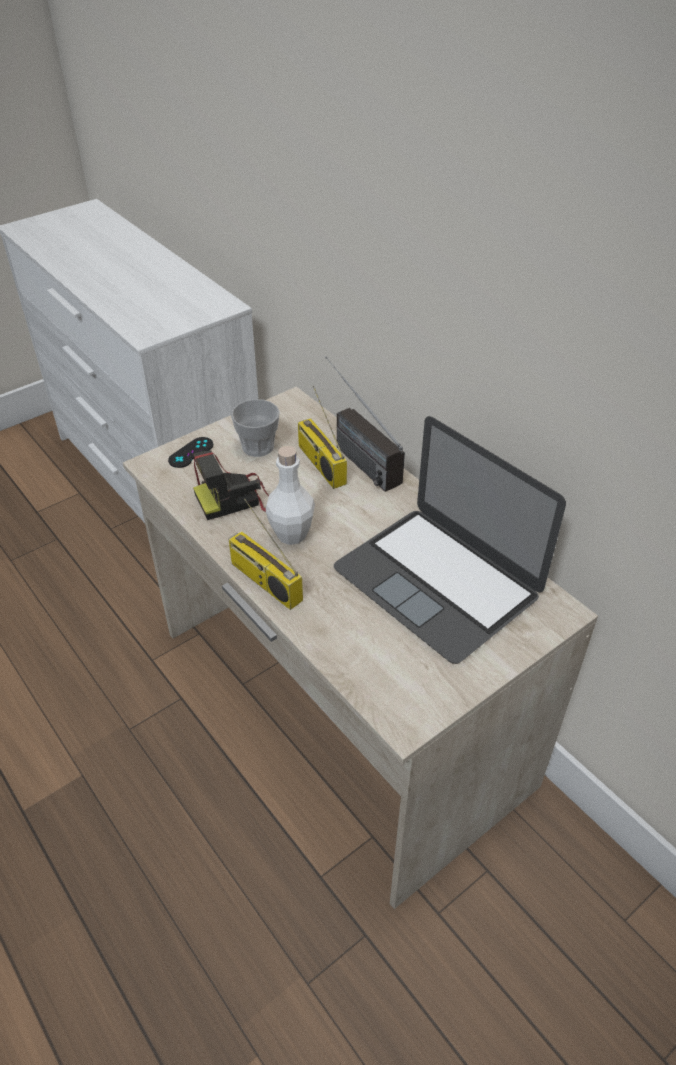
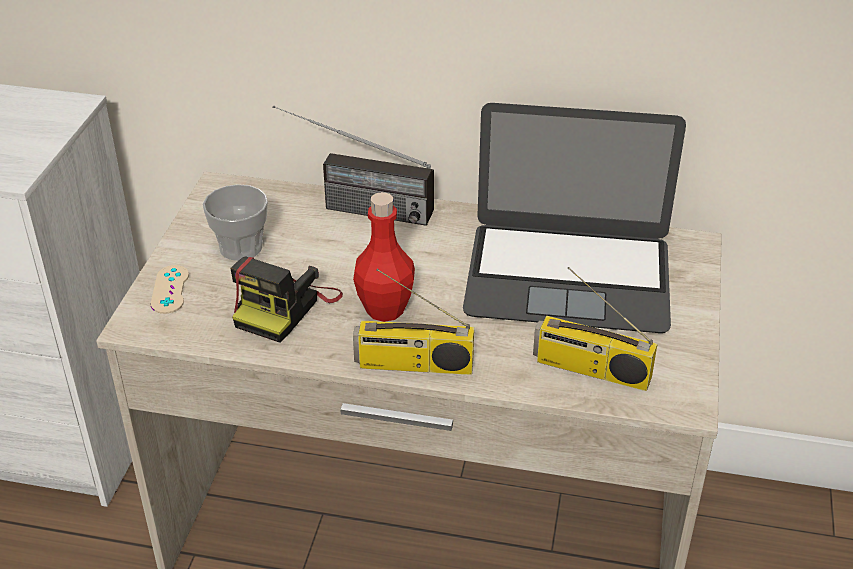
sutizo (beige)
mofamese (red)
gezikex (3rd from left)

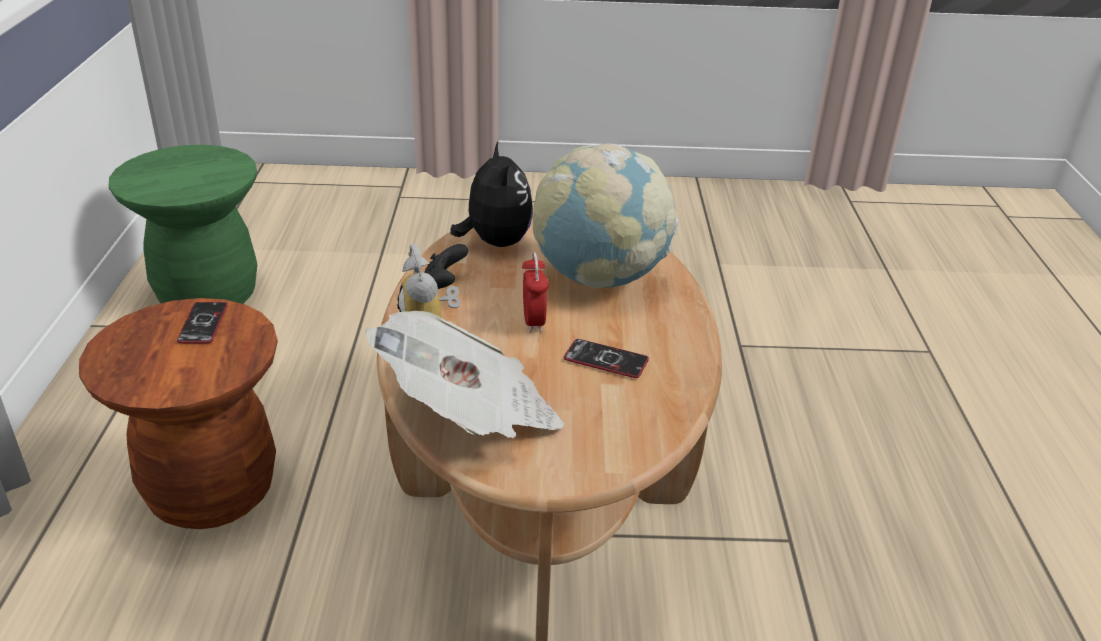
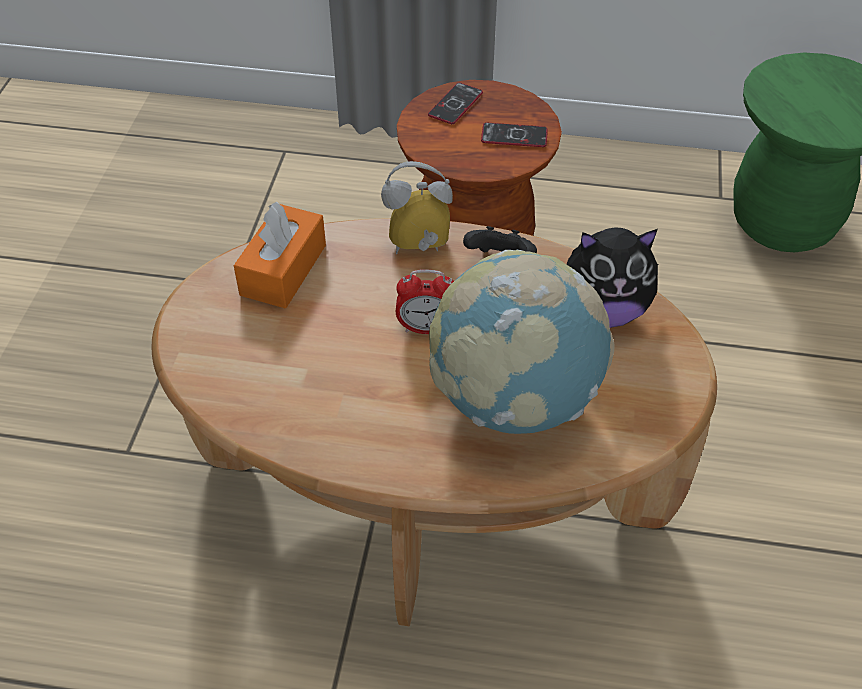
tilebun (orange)
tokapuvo (1st from left)

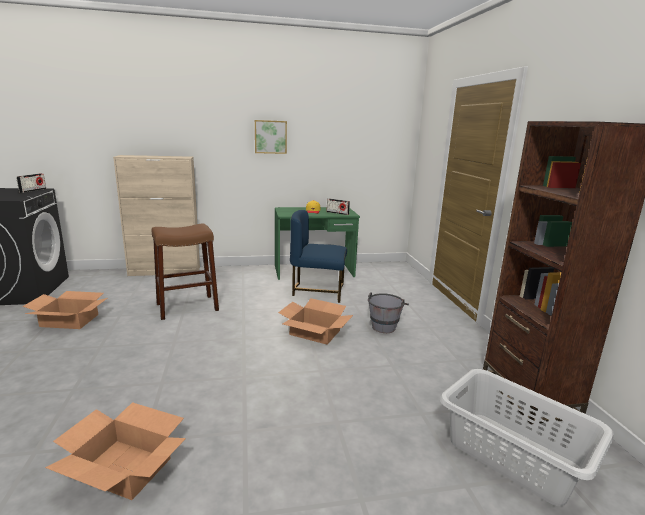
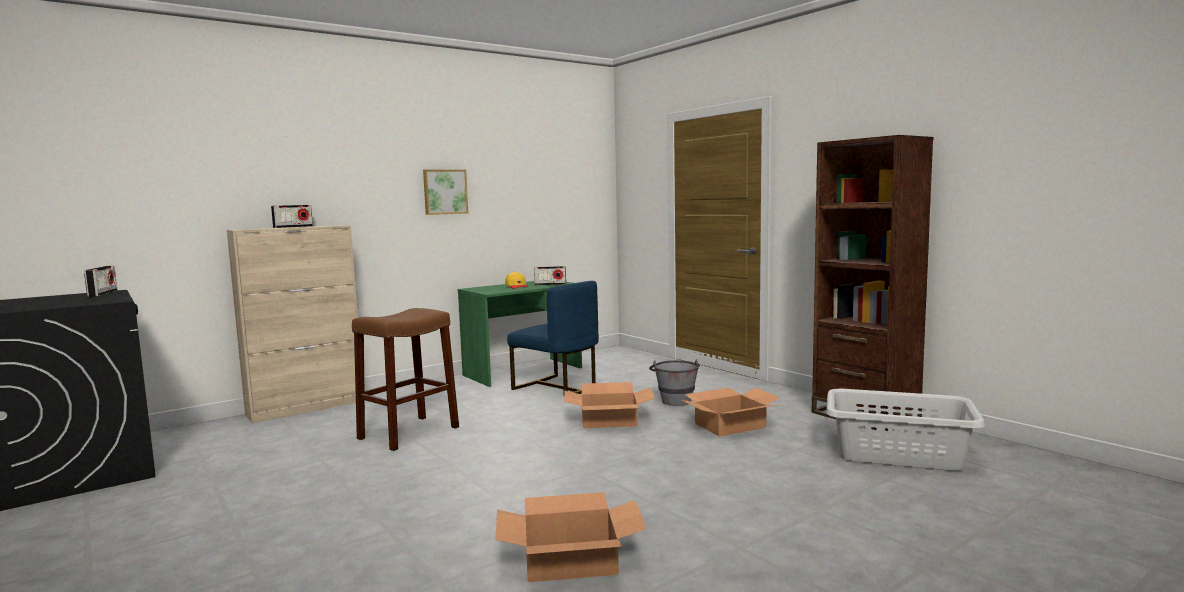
gezikex (2nd from left)
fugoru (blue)
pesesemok (3rd from left)

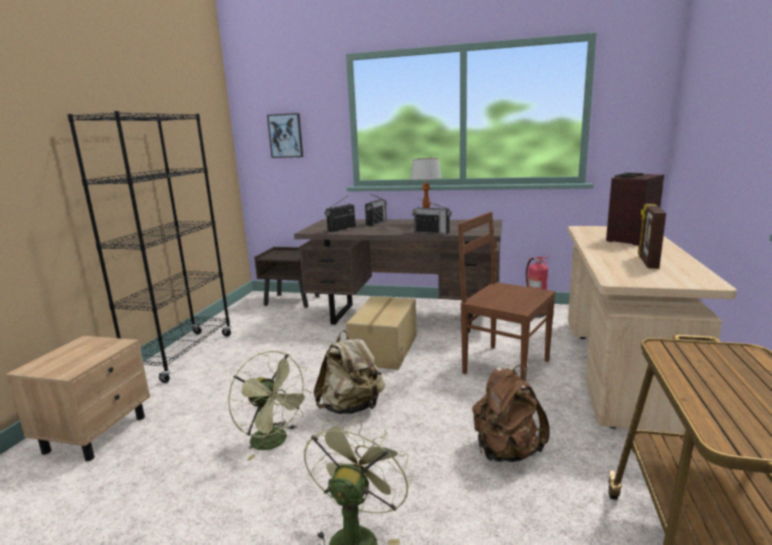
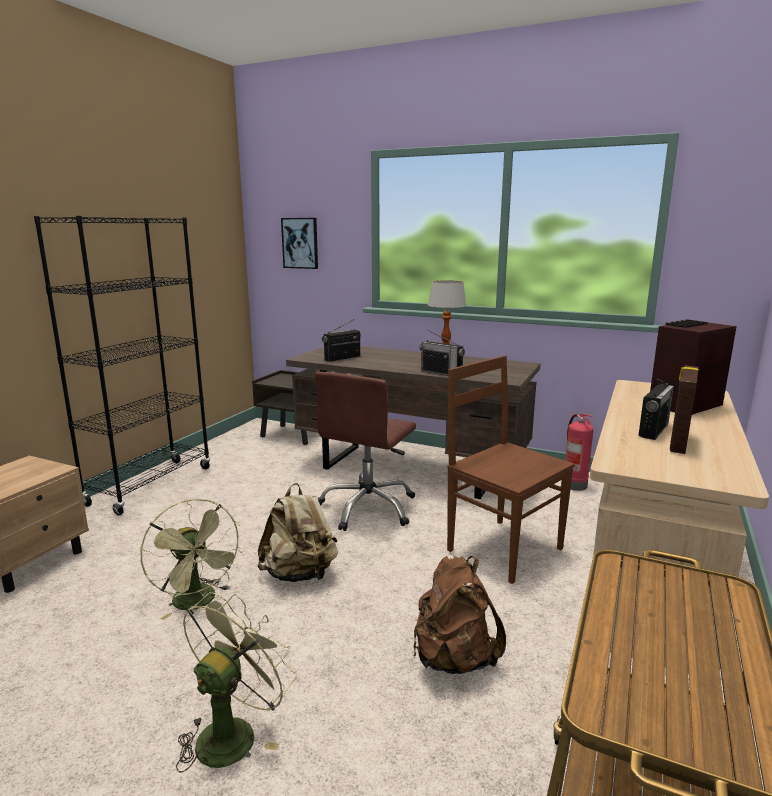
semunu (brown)
gezikex (3rd from left)

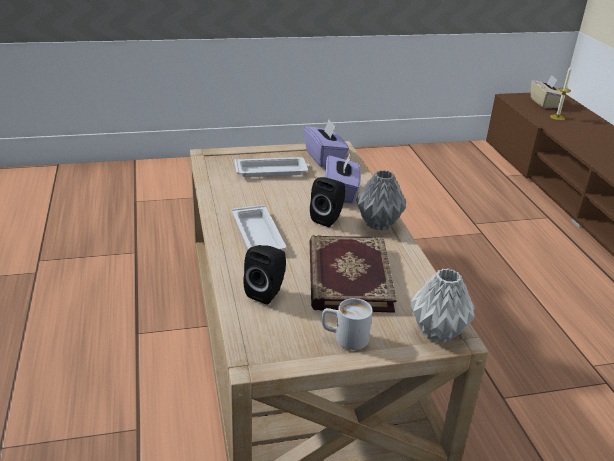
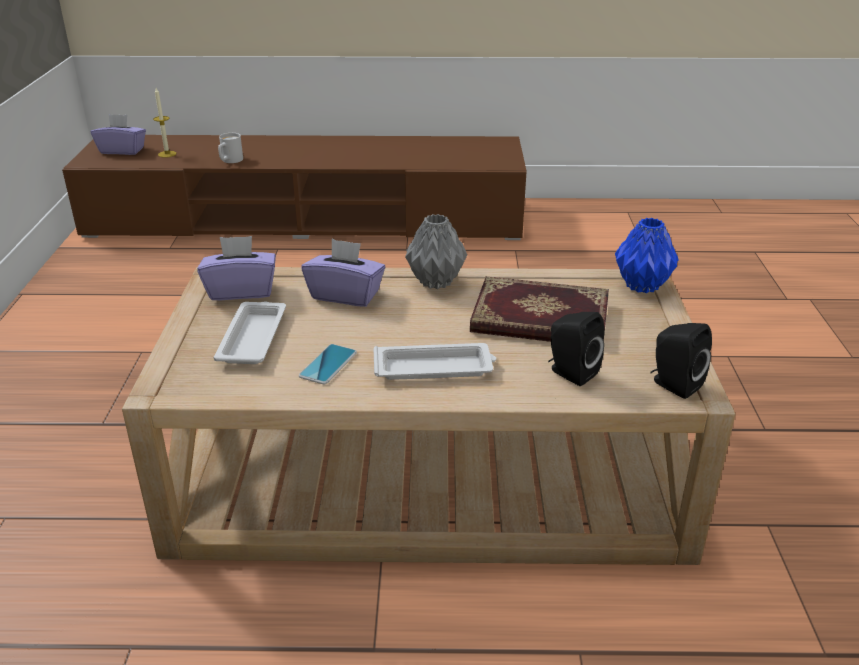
tilebun (purple) (1st from left)
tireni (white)
tokapuvo
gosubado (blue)
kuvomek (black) (2nd from left)

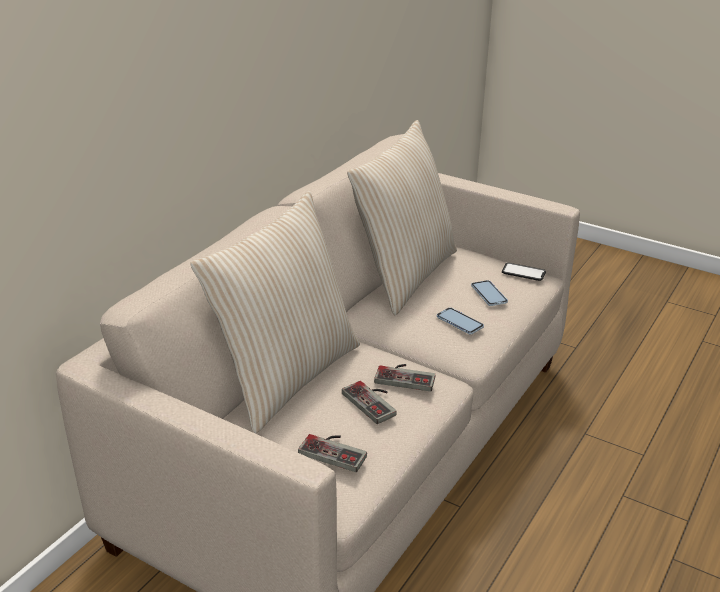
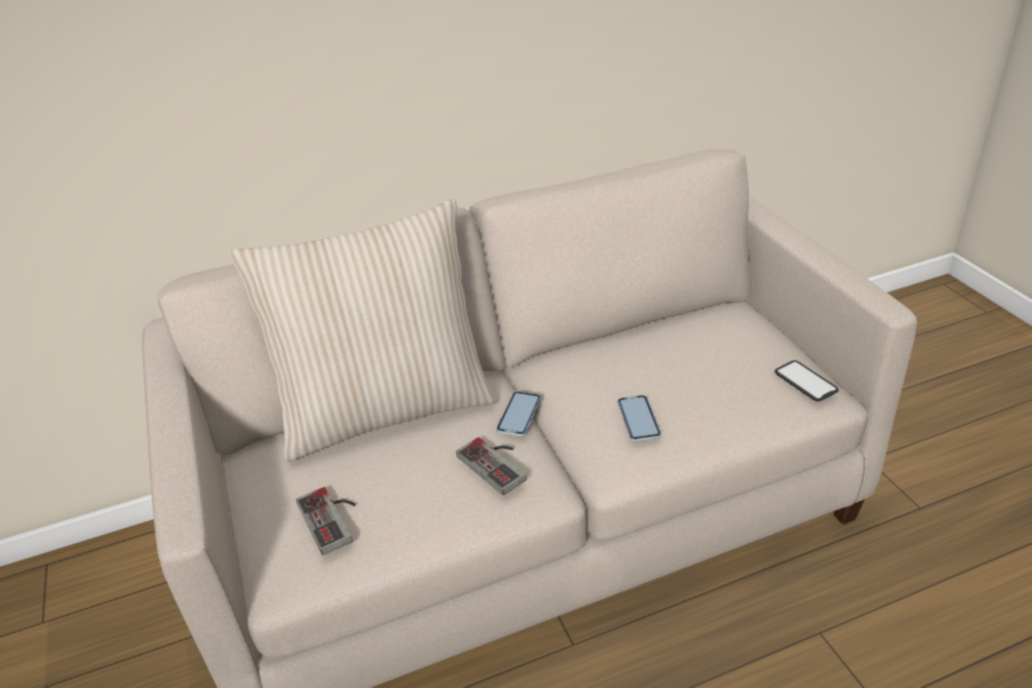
tokapuvo (1st from left)
sutizo (2nd from left in the first image)
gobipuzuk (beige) (2nd from left in the first image)

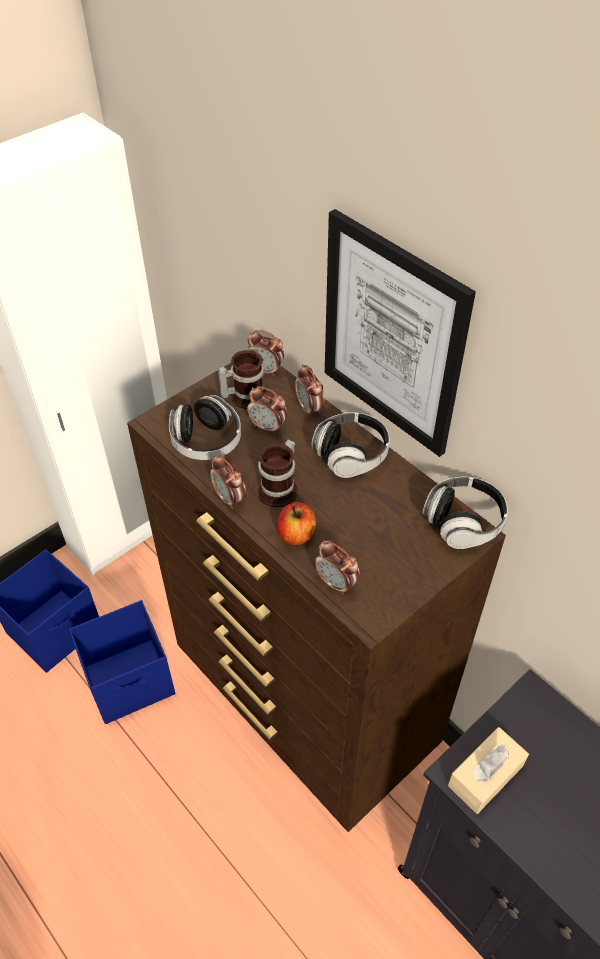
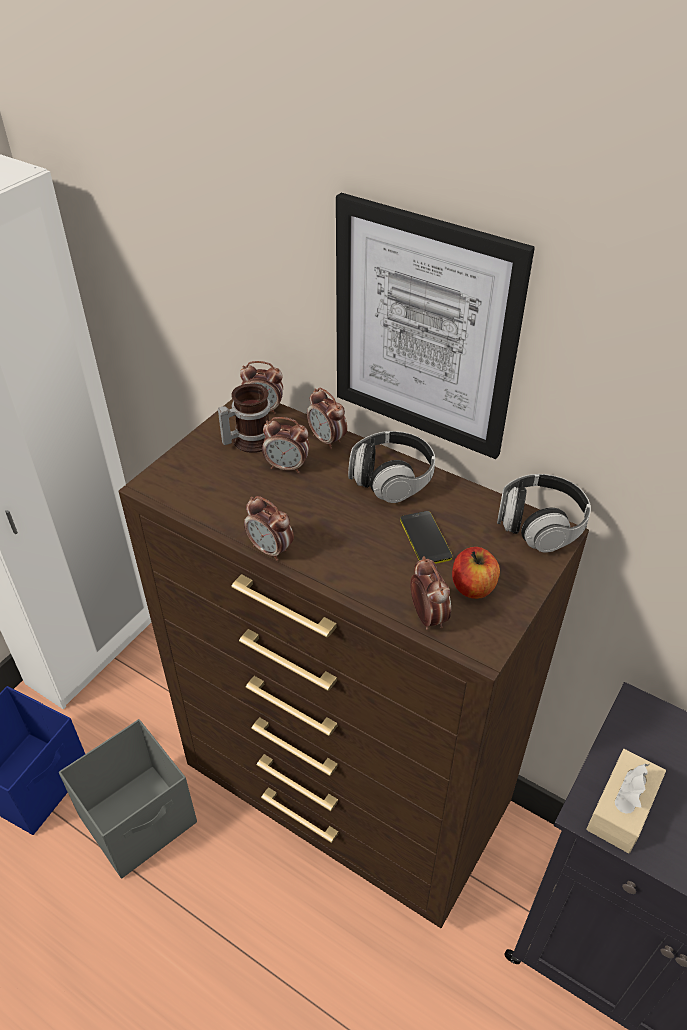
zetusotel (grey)
tokapuvo
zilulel (5th from left)
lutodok
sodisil (1st from left in the first image)
tireni (2nd from left in the first image)

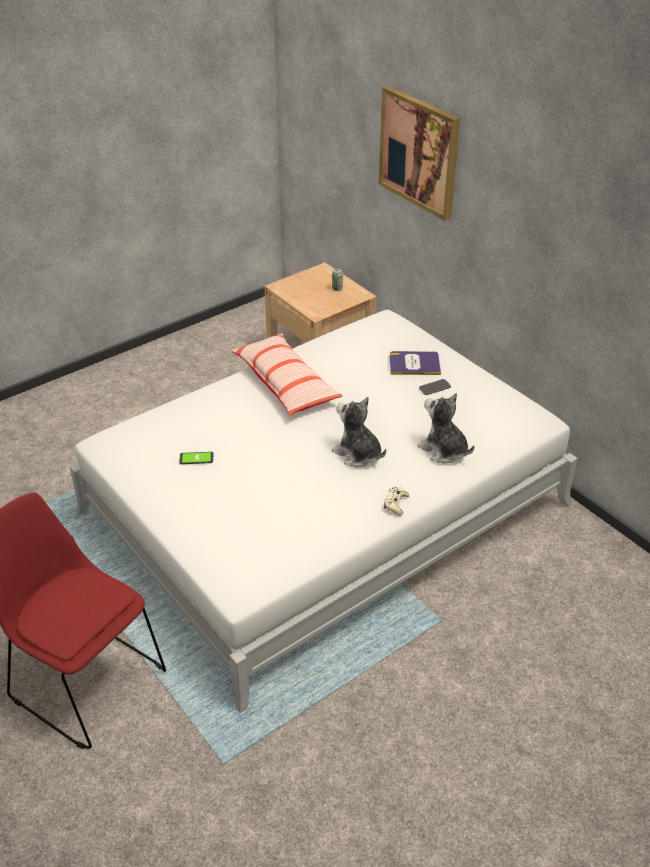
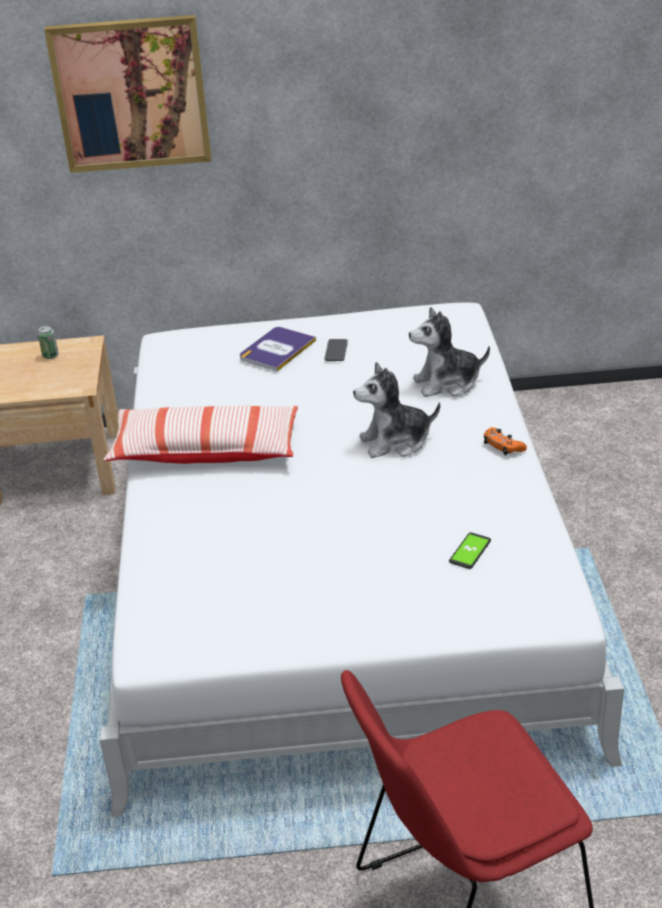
tokapuvo (2nd from left)
sutizo (orange)

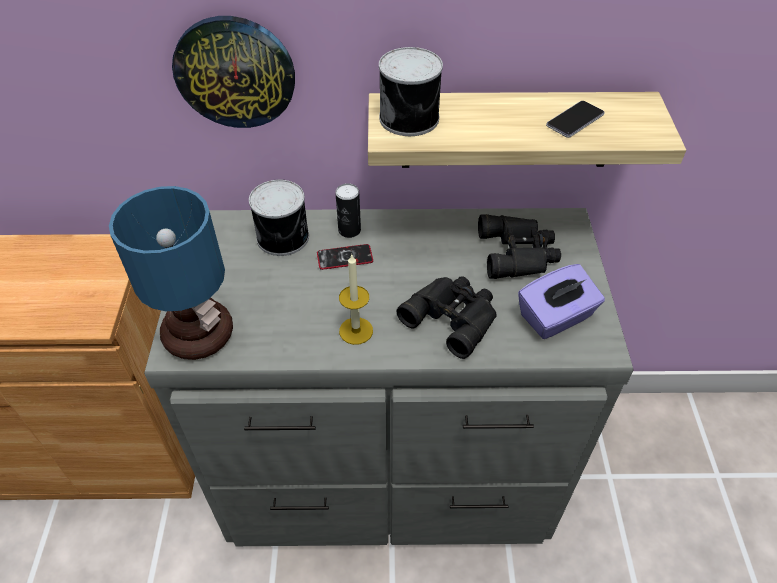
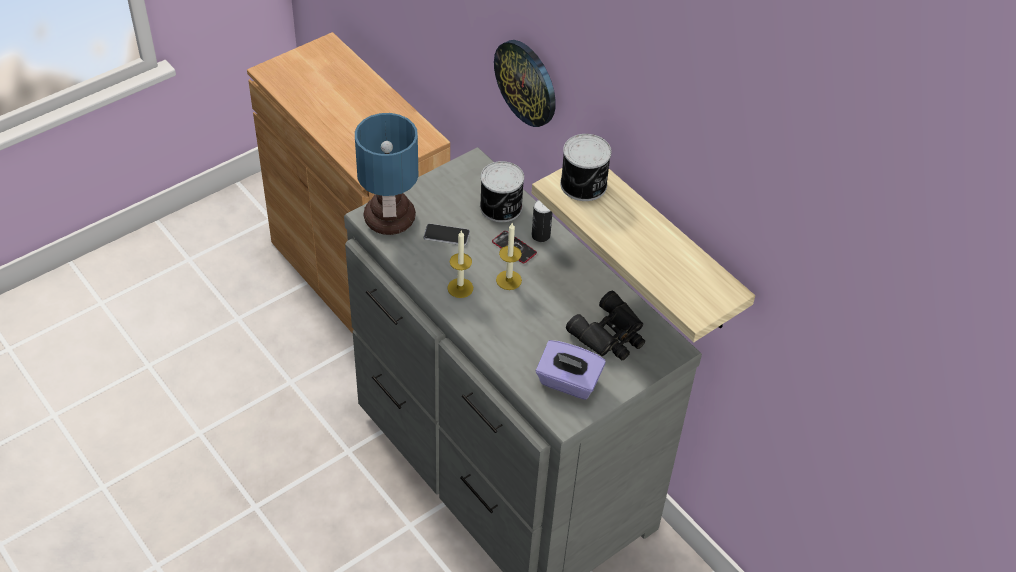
tokapuvo (1st from left)
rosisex (2nd from left)
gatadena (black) (1st from left in the first image)

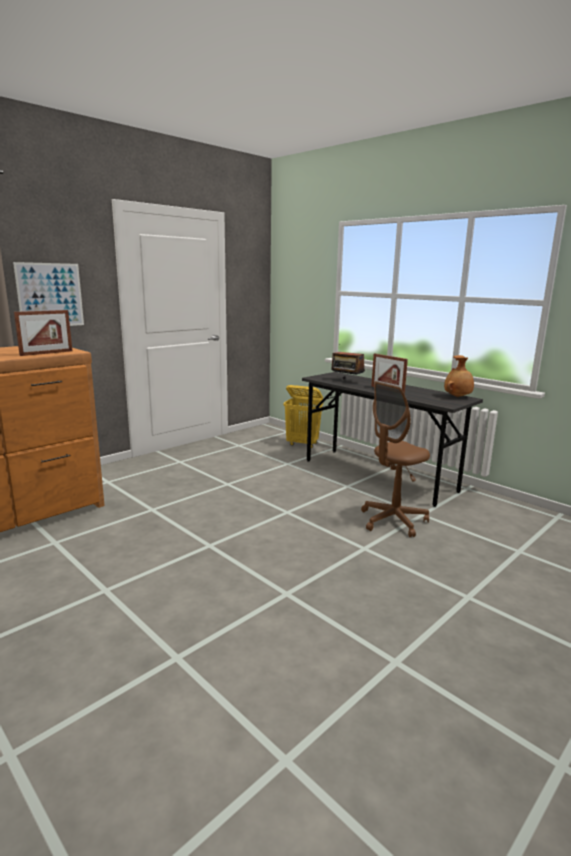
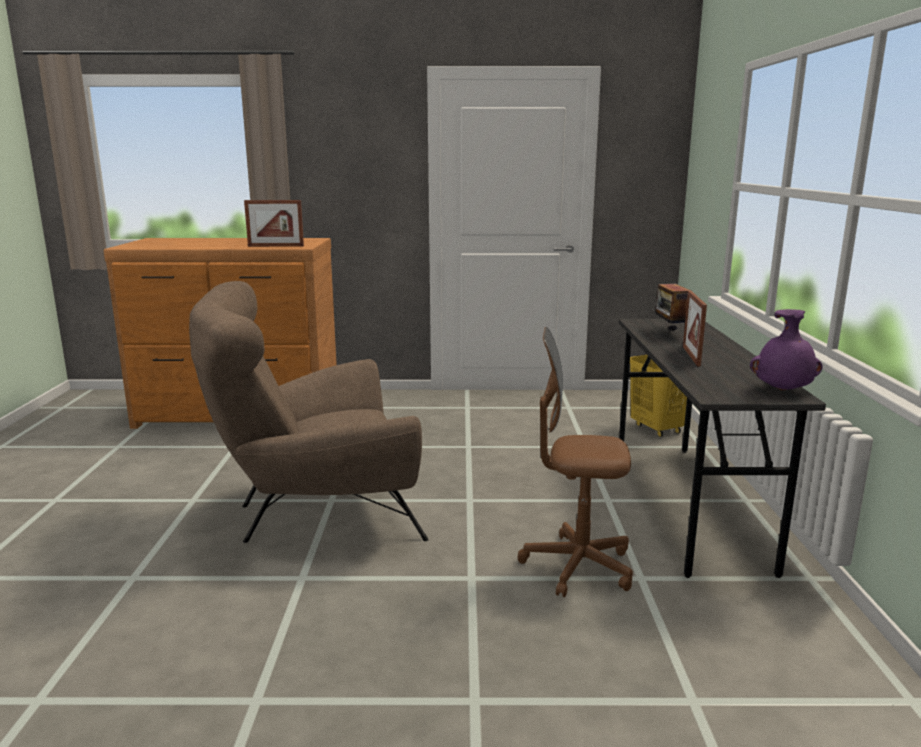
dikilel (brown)
gosubado (purple)
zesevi

